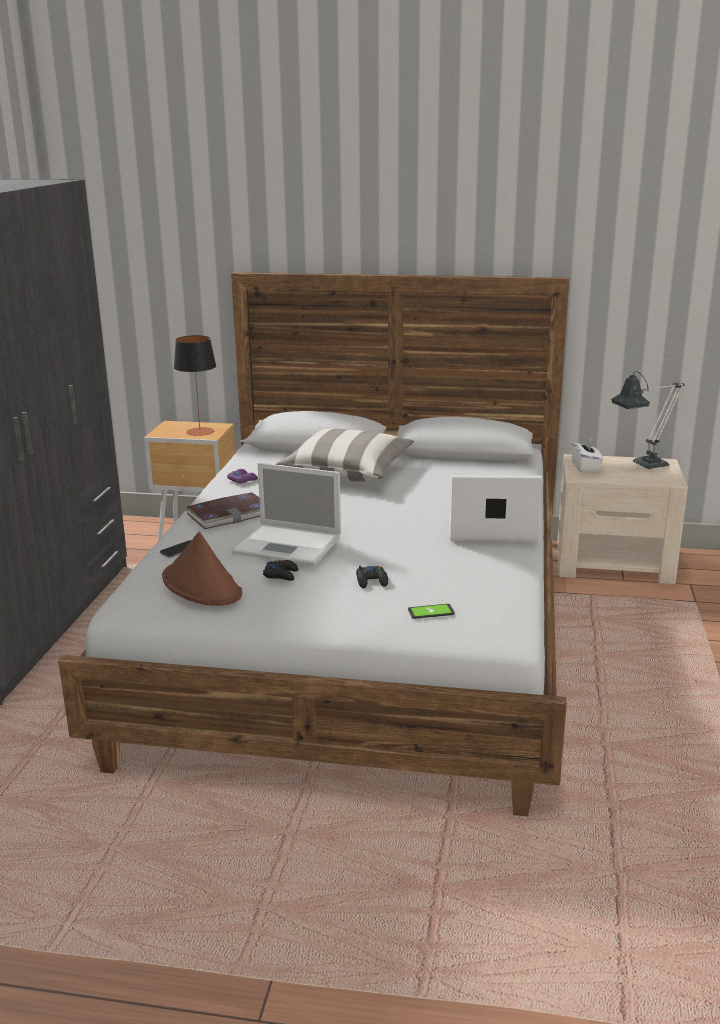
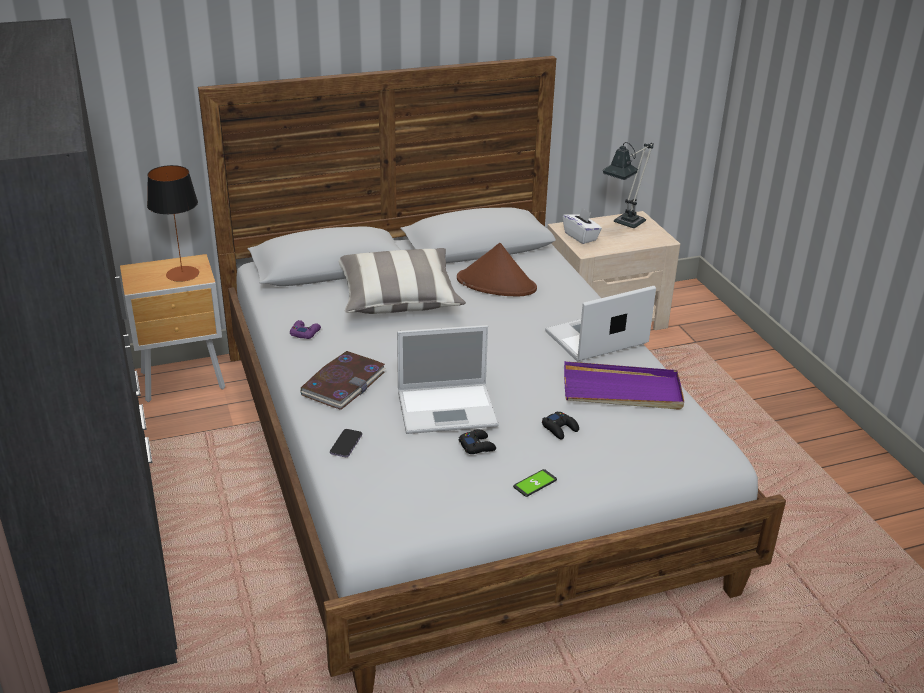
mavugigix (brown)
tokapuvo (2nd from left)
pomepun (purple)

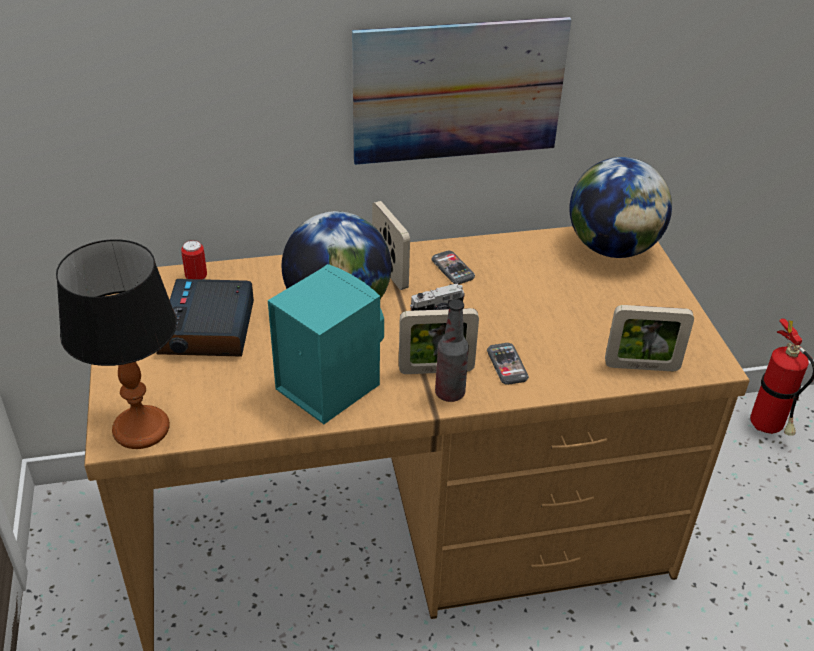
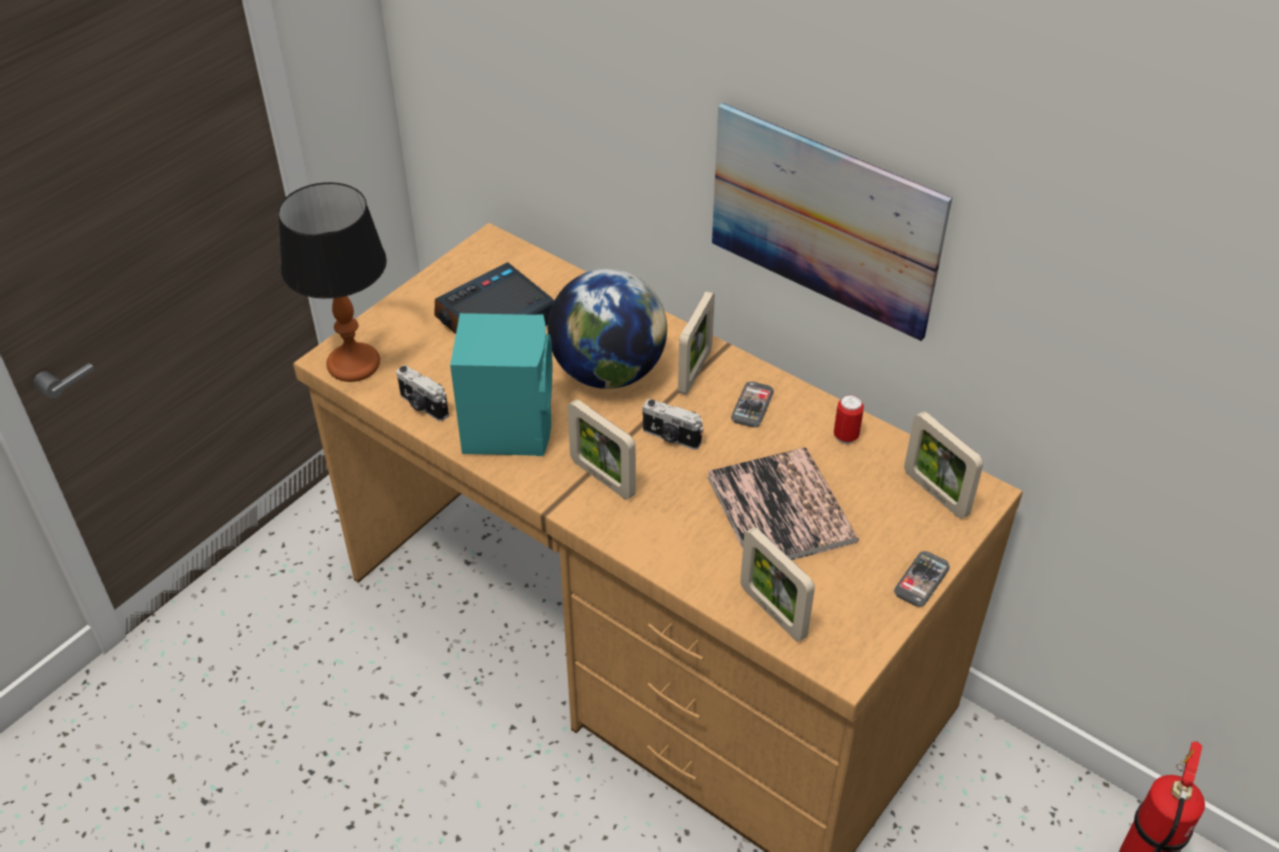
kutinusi (1st from left)
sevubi
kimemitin
tokapuvo (2nd from left)
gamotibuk (4th from left)
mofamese

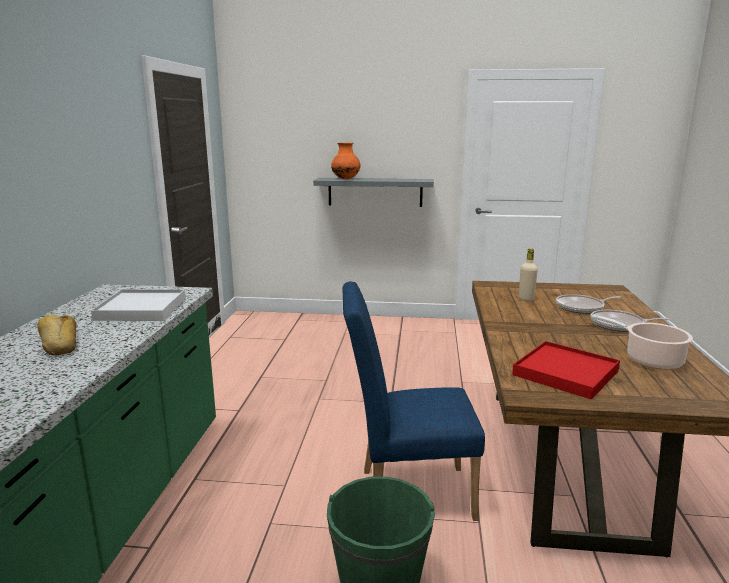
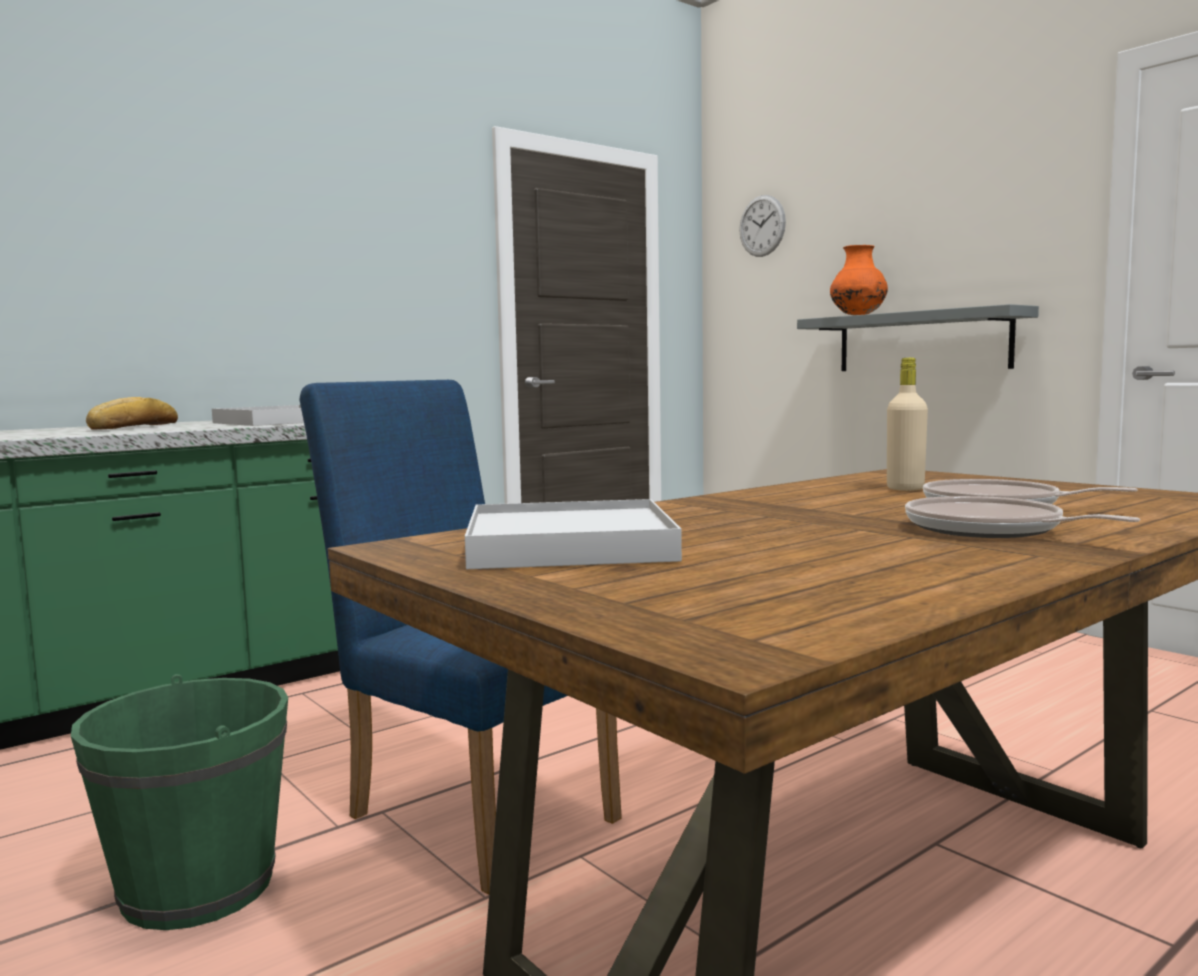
pomepun (white) (2nd from left)
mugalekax
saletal

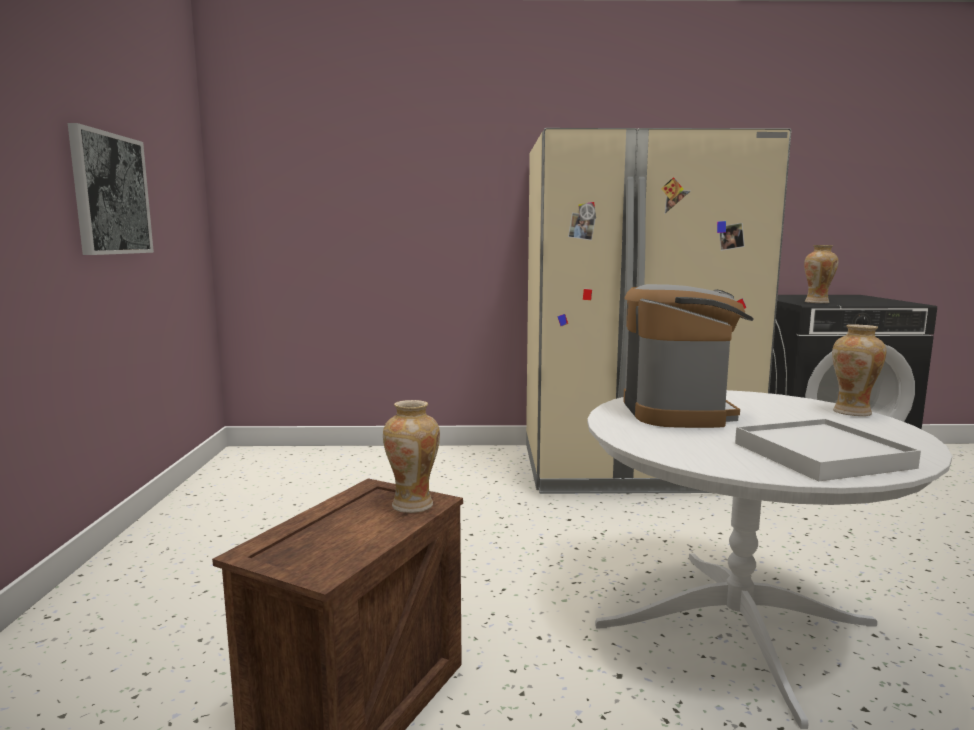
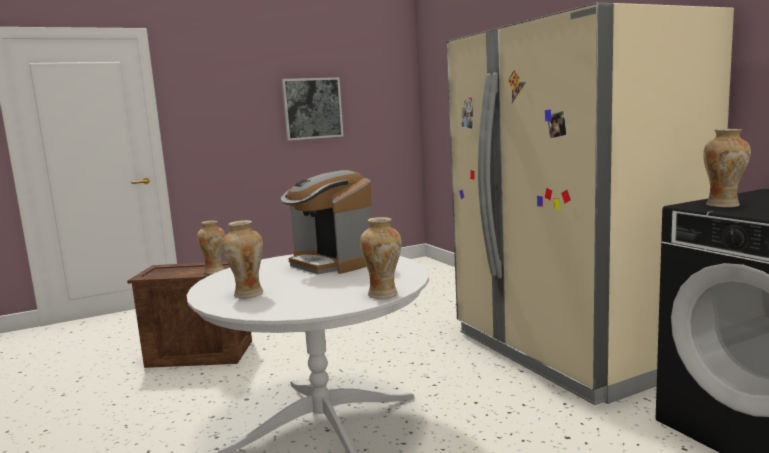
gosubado (2nd from left)
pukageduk

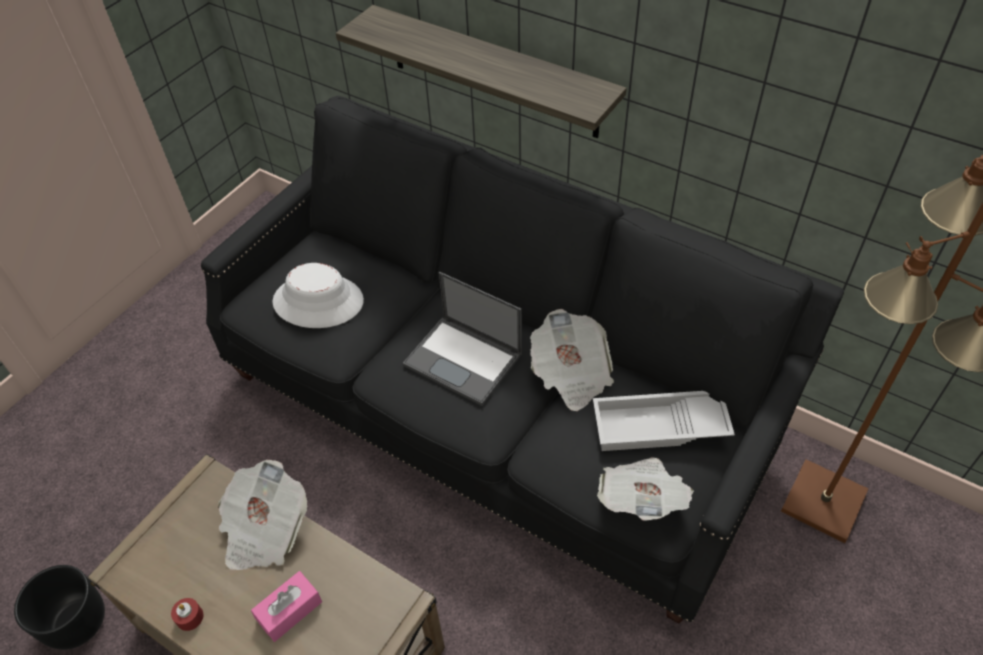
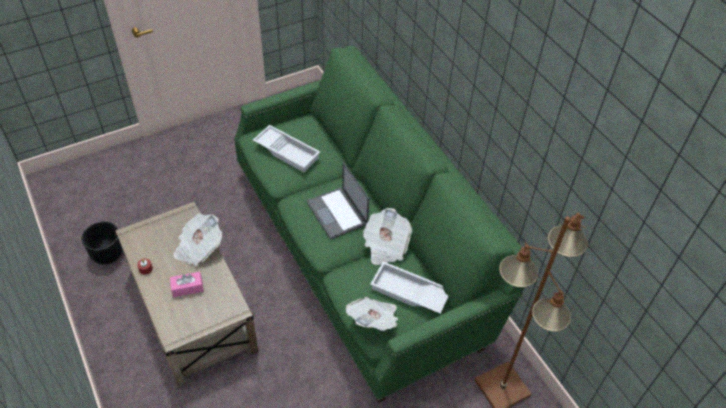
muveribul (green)
pomepun (white) (1st from left)
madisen

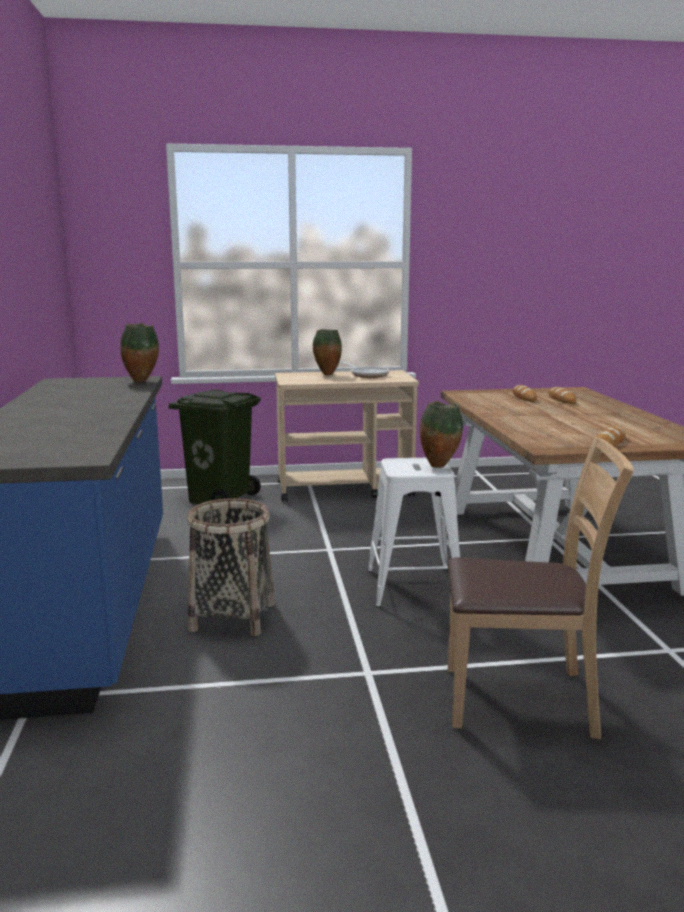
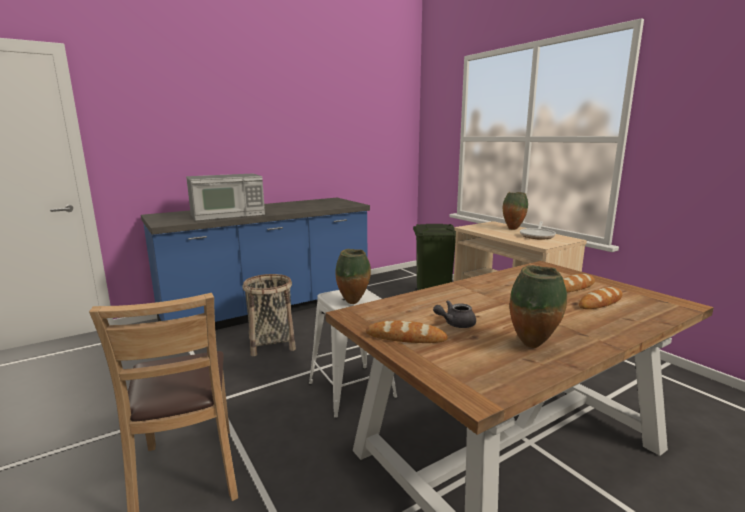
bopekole
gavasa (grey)
gosubado (3rd from left)

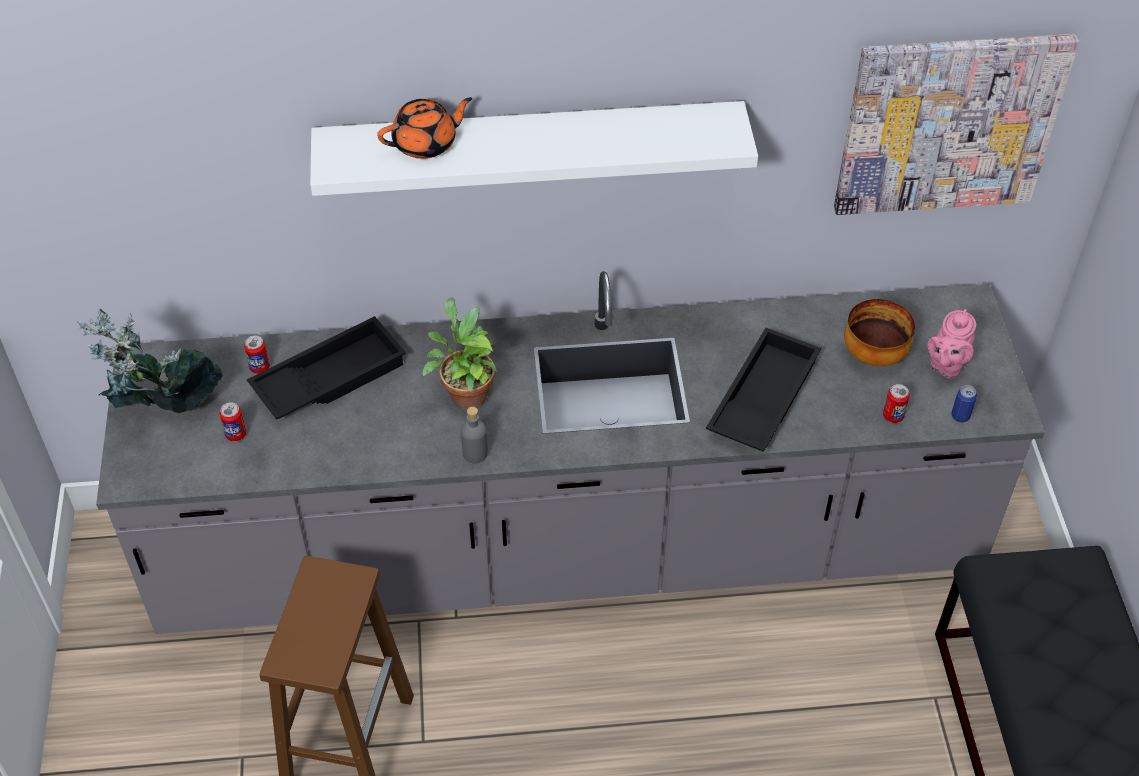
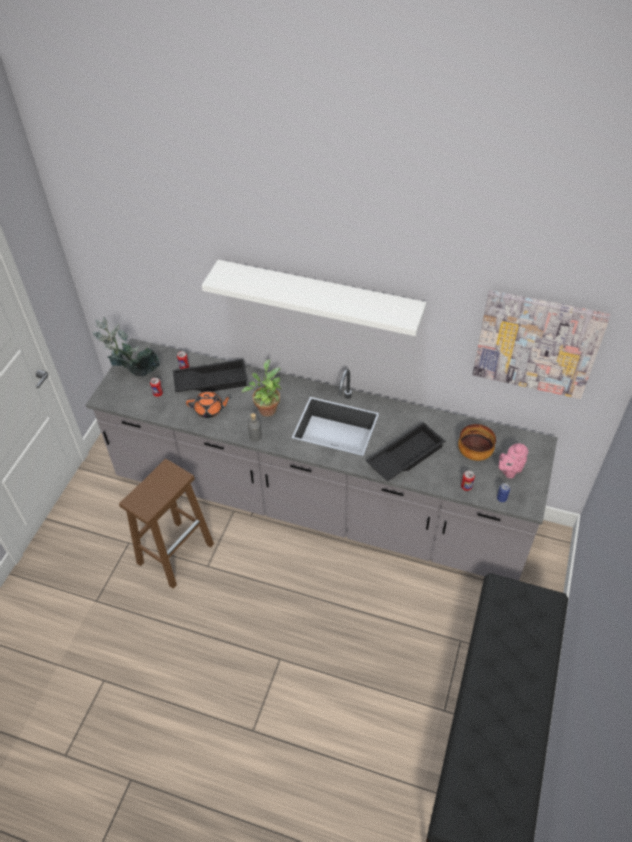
gavasa (orange)

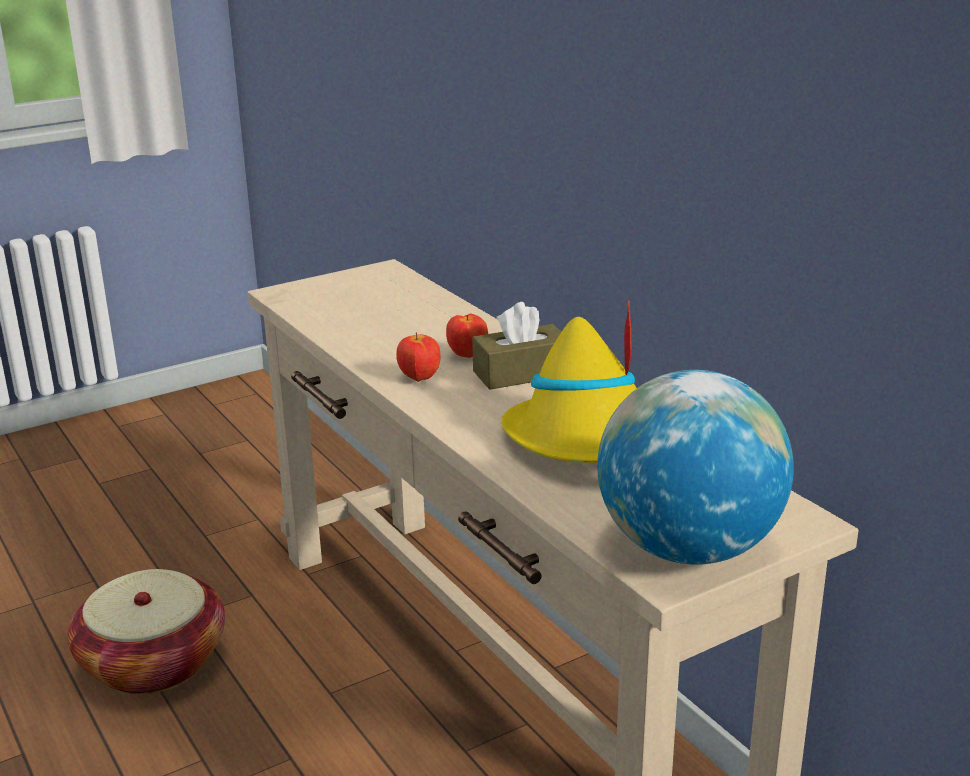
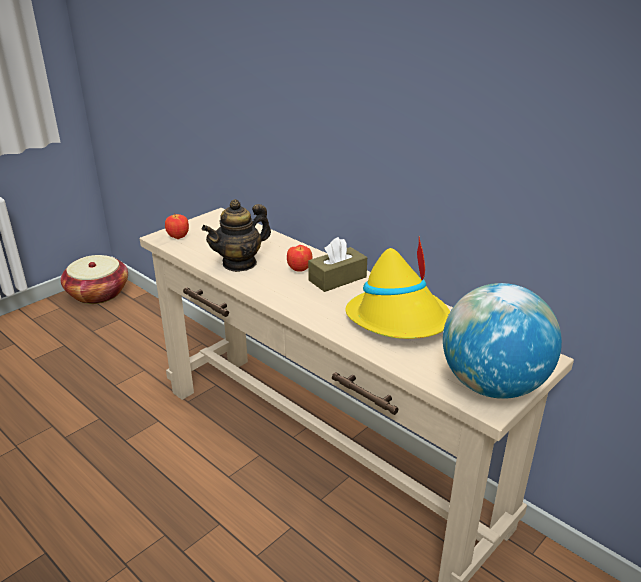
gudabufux
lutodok (1st from left)
gavasa

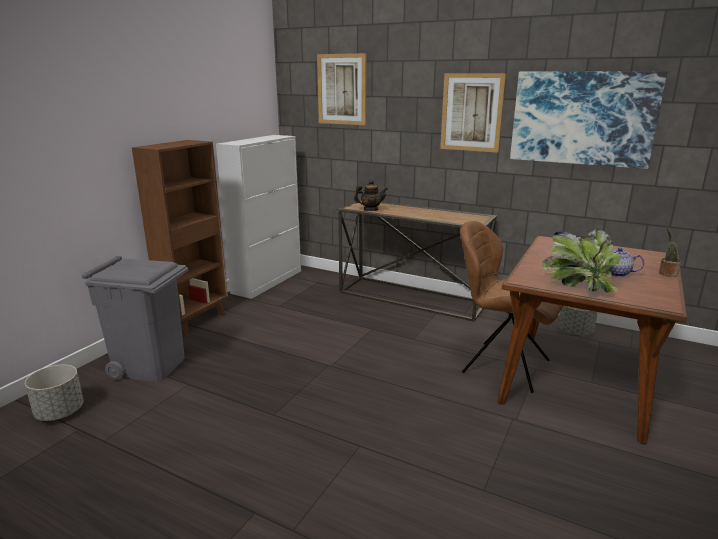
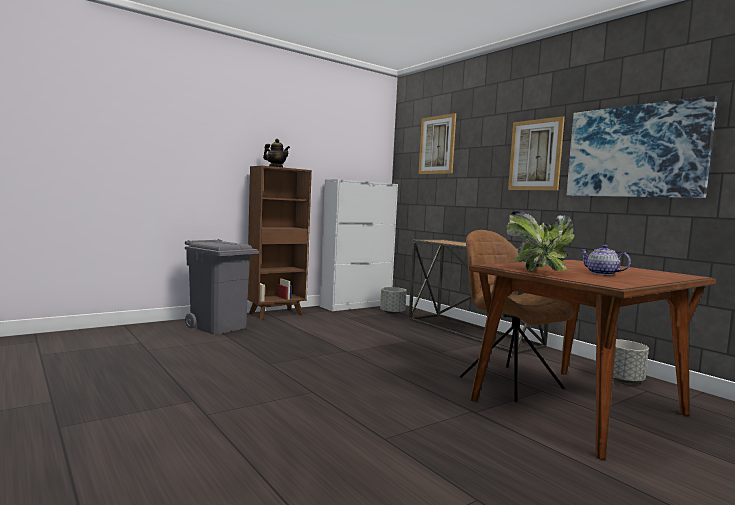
gavasa (1st from left)
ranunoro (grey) (1st from left)
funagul (2nd from left in the first image)

